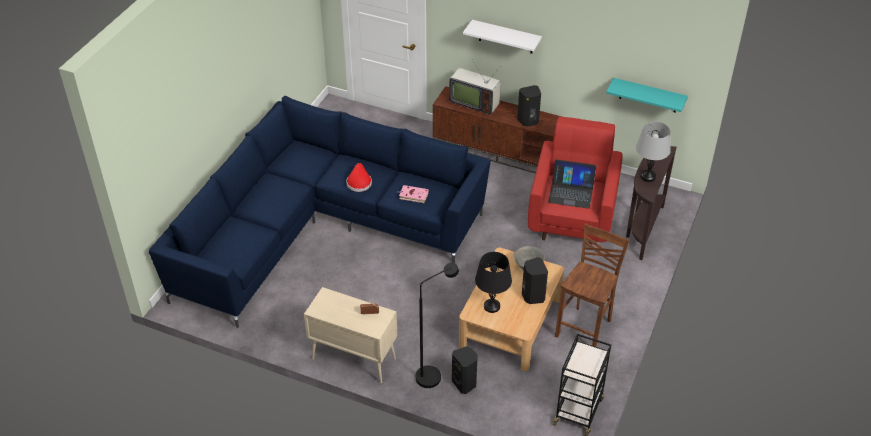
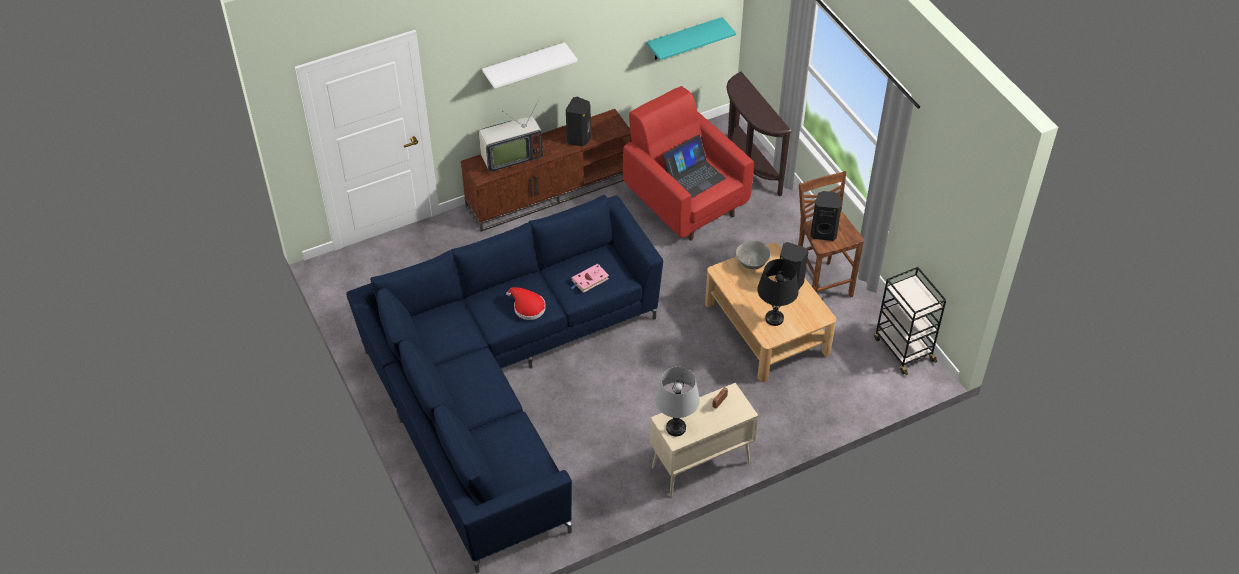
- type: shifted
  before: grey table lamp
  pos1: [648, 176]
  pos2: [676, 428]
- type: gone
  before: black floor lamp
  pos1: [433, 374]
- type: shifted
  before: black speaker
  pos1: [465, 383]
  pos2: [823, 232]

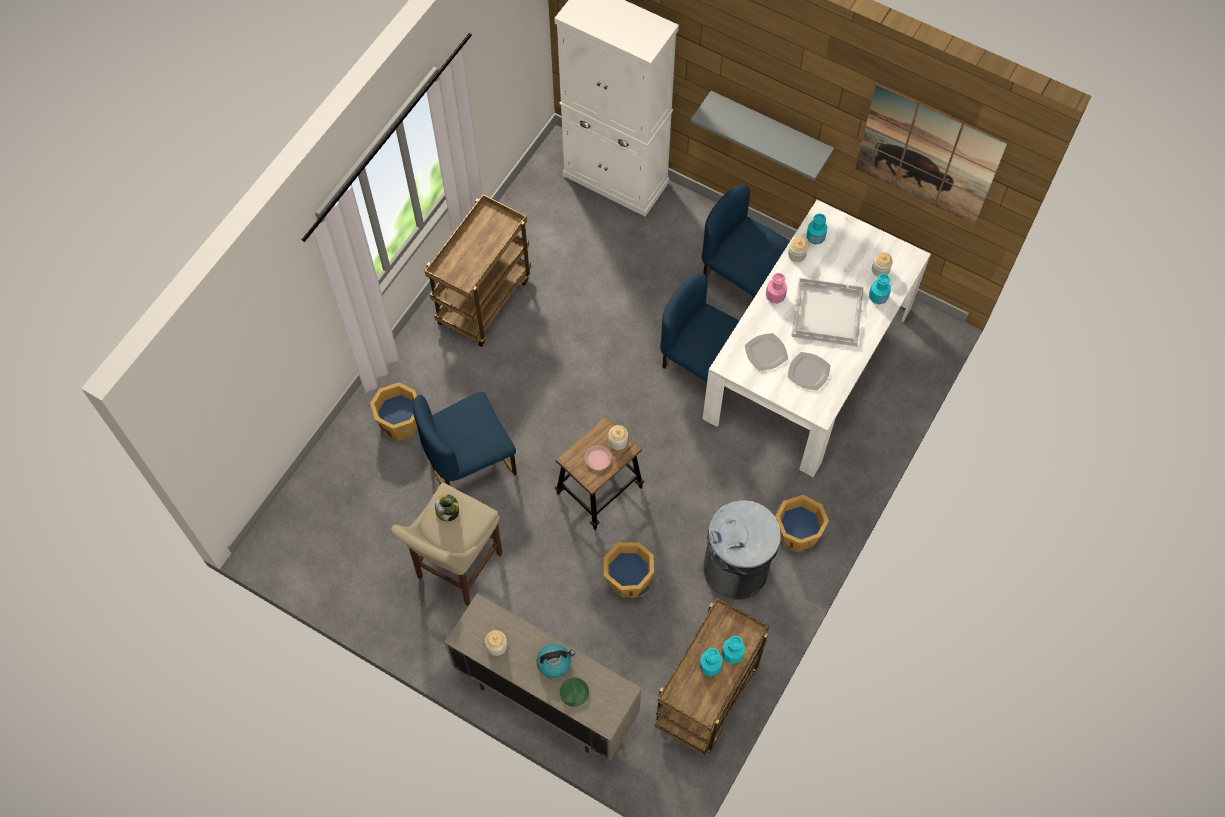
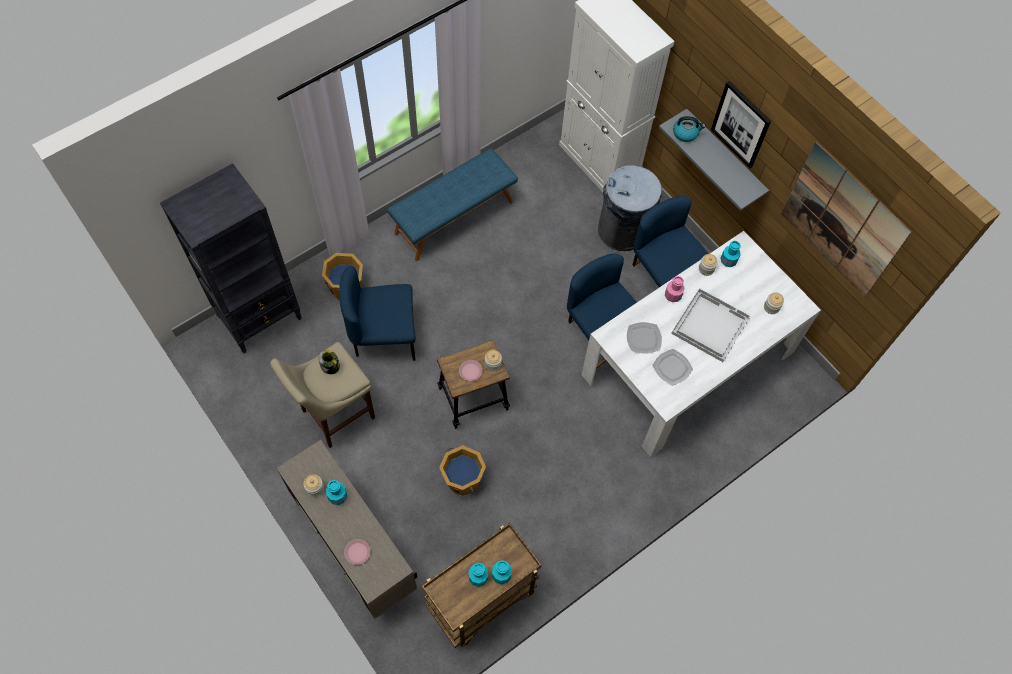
- type: swapped
  before: brown cart
  after: blue bench
  pos1: [484, 299]
  pos2: [453, 217]
- type: shifted
  before: turquoise bottle
  pos1: [878, 297]
  pos2: [337, 496]
- type: gone
  before: orange bucket
  pos1: [796, 534]
- type: shifted
  before: grey trash can
  pos1: [736, 570]
  pos2: [622, 231]
- type: shifted
  before: kettle
  pos1: [554, 662]
  pos2: [686, 133]
- type: repainted
  before: green plate
  after: pink plate
  pos1: [574, 693]
  pos2: [357, 552]
- type: new
  after: picture
  pos2: [741, 124]
- type: new
  after: black bookcase
  pos2: [260, 317]

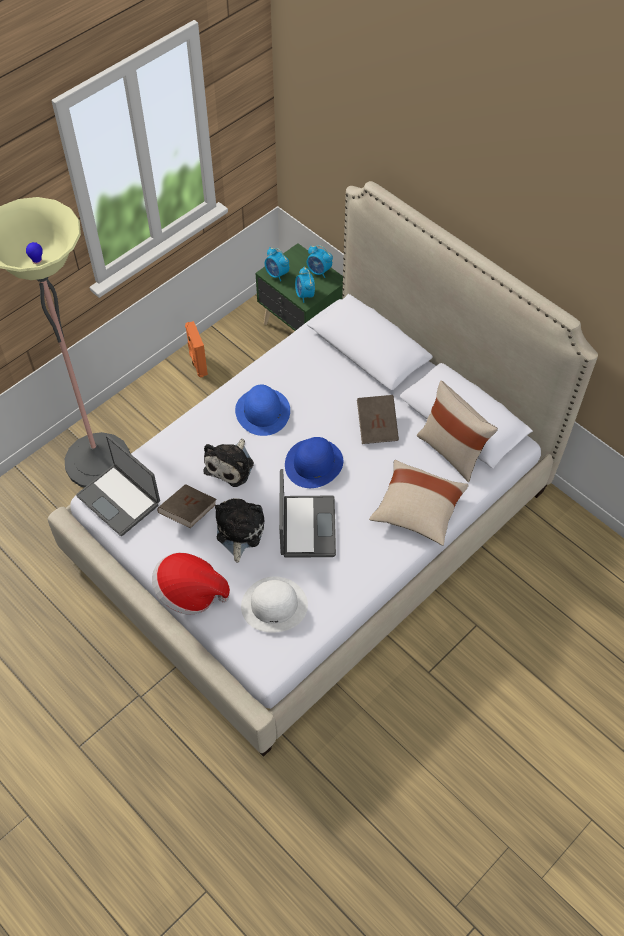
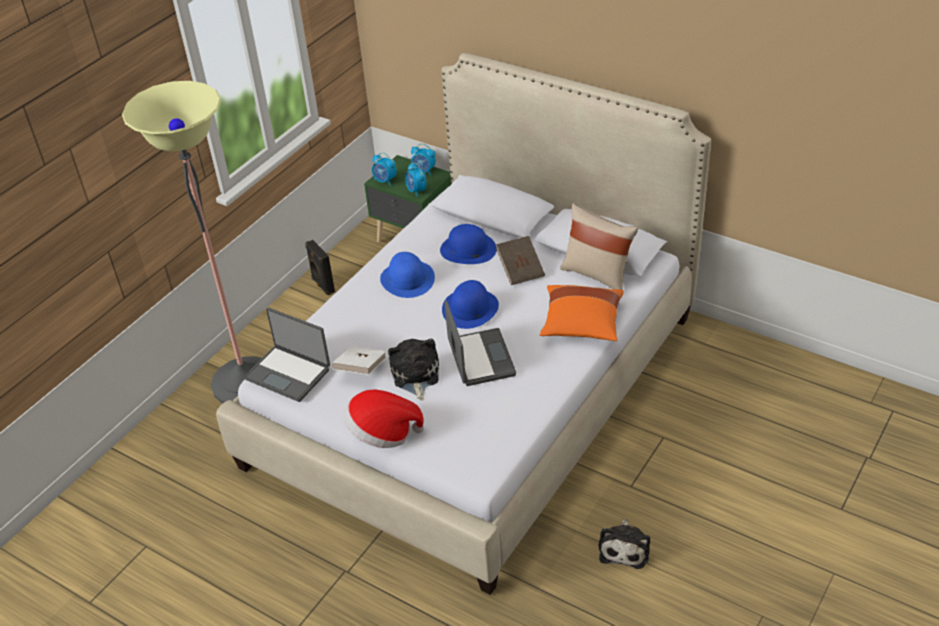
- type: repainted
  before: orange speaker
  after: black speaker
  pos1: [197, 364]
  pos2: [322, 285]
- type: shifted
  before: plush toy
  pos1: [231, 465]
  pos2: [624, 548]
- type: repainted
  before: beige pillow
  after: orange pillow
  pos1: [417, 510]
  pos2: [581, 324]
- type: repainted
  before: brown book
  after: white book
  pos1: [188, 512]
  pos2: [360, 369]
- type: gone
  before: white hat
  pos1: [274, 605]
- type: new
  after: blue hat
  pos2: [468, 249]

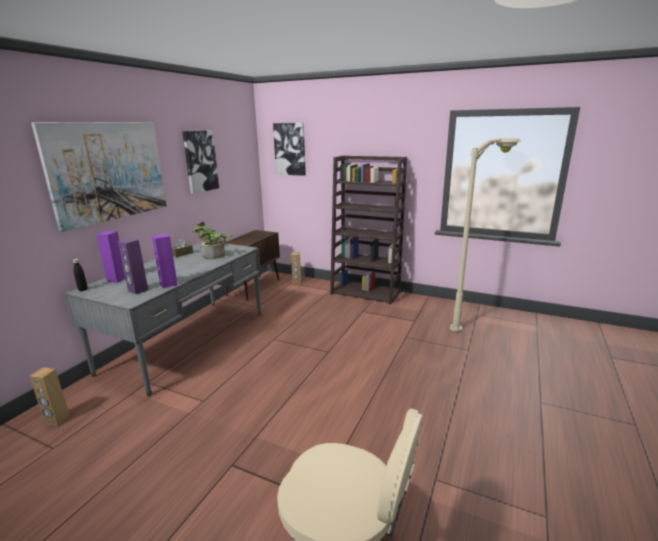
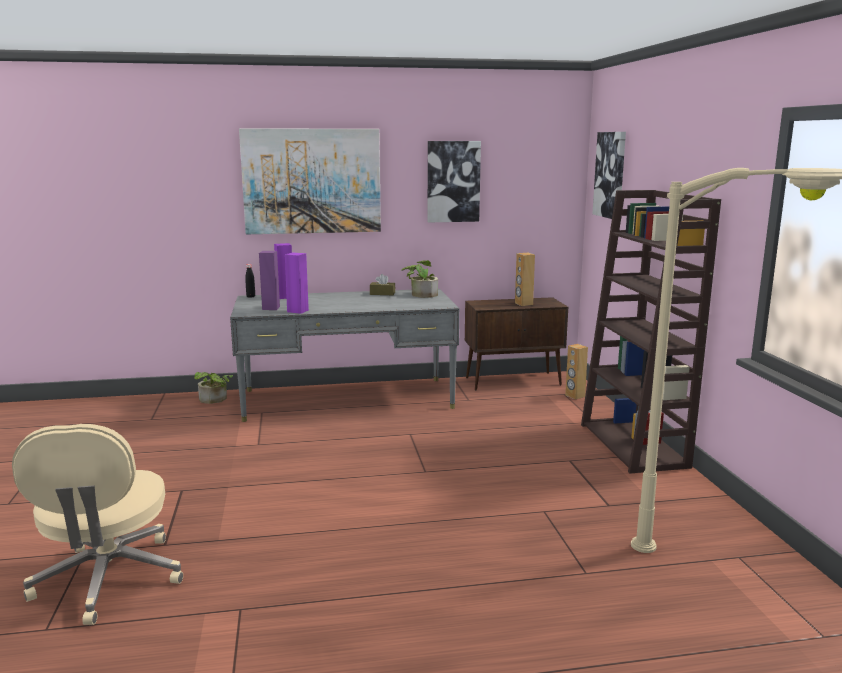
- type: shifted
  before: potted plant
  pos1: [217, 255]
  pos2: [214, 400]
- type: shifted
  before: brown speaker
  pos1: [57, 420]
  pos2: [523, 304]

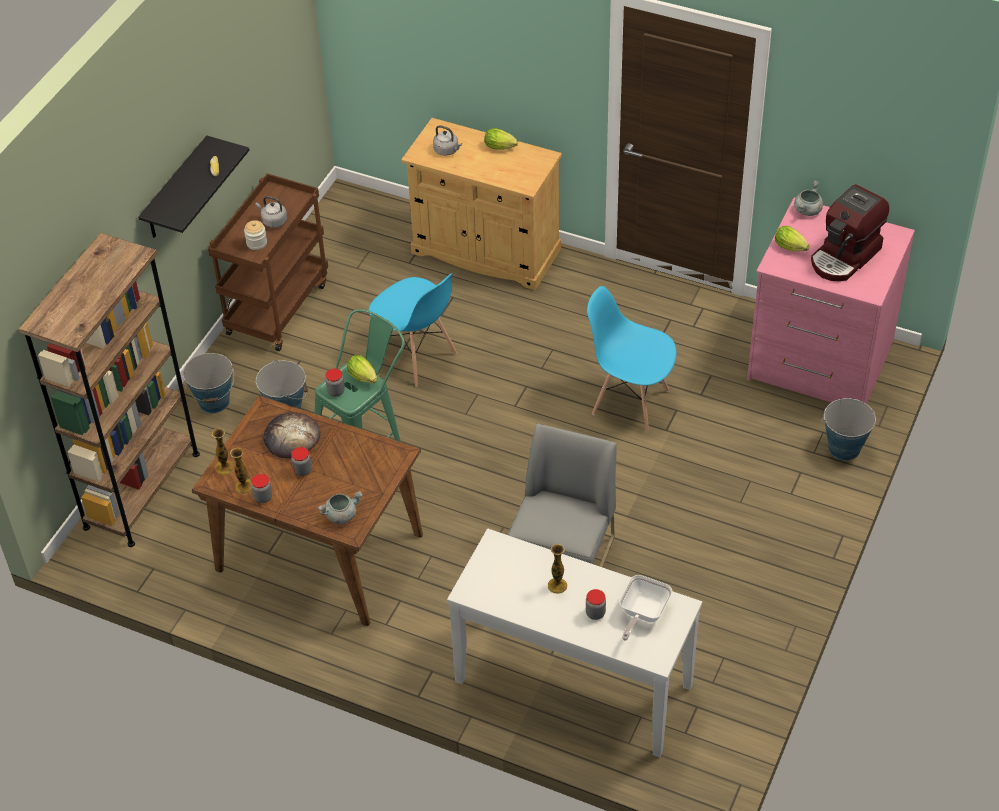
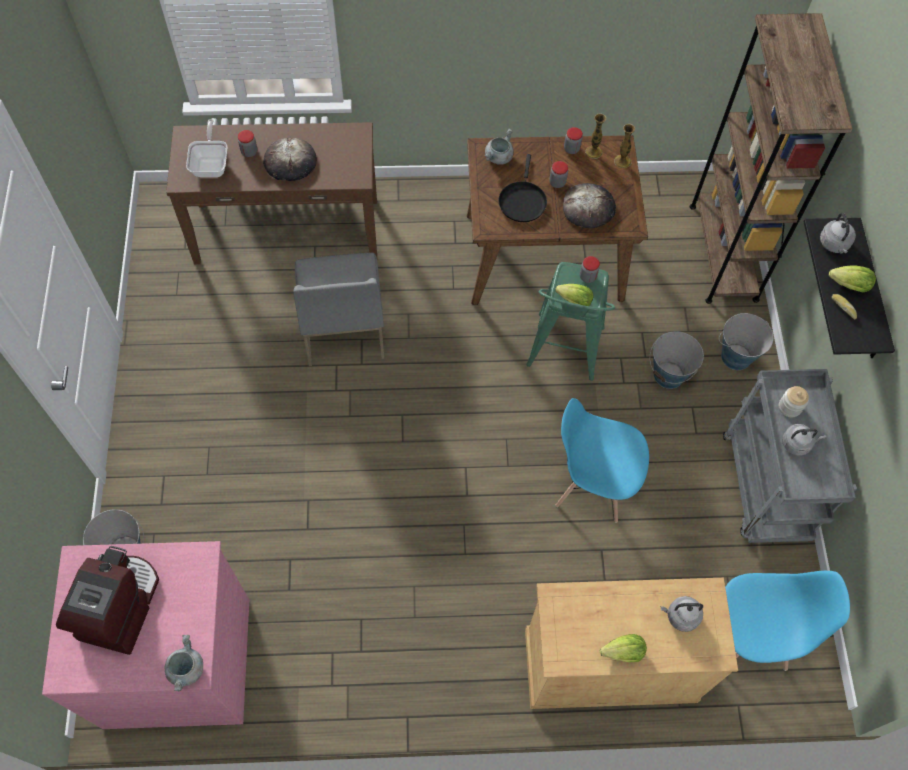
- type: repainted
  before: brown cart
  after: grey cart
  pos1: [277, 307]
  pos2: [766, 488]
- type: shifted
  before: lettuce
  pos1: [792, 248]
  pos2: [846, 285]
- type: shifted
  before: blue chair
  pos1: [630, 401]
  pos2: [749, 637]
- type: repainted
  before: white console table
  after: brown console table
  pos1: [573, 684]
  pos2: [287, 230]
- type: swapped
  before: vase
  after: bread
  pos1: [557, 585]
  pos2: [290, 162]
- type: new
  after: black frying pan
  pos2: [522, 201]
- type: new
  after: grey kettle
  pos2: [834, 244]

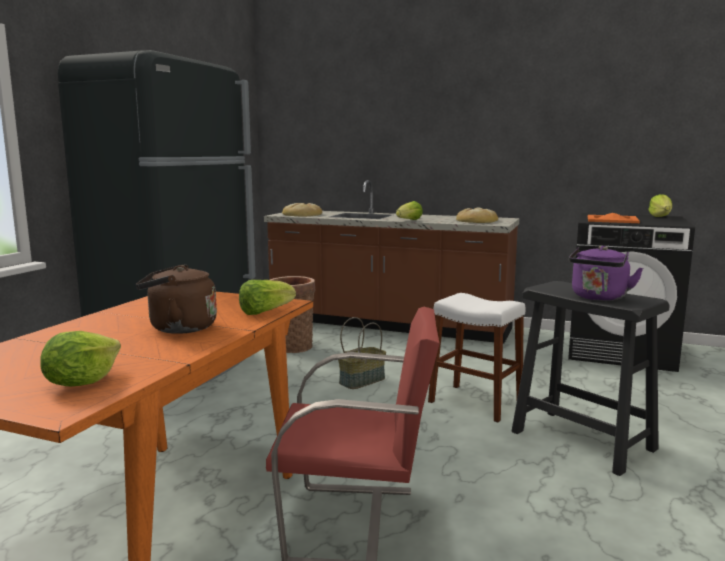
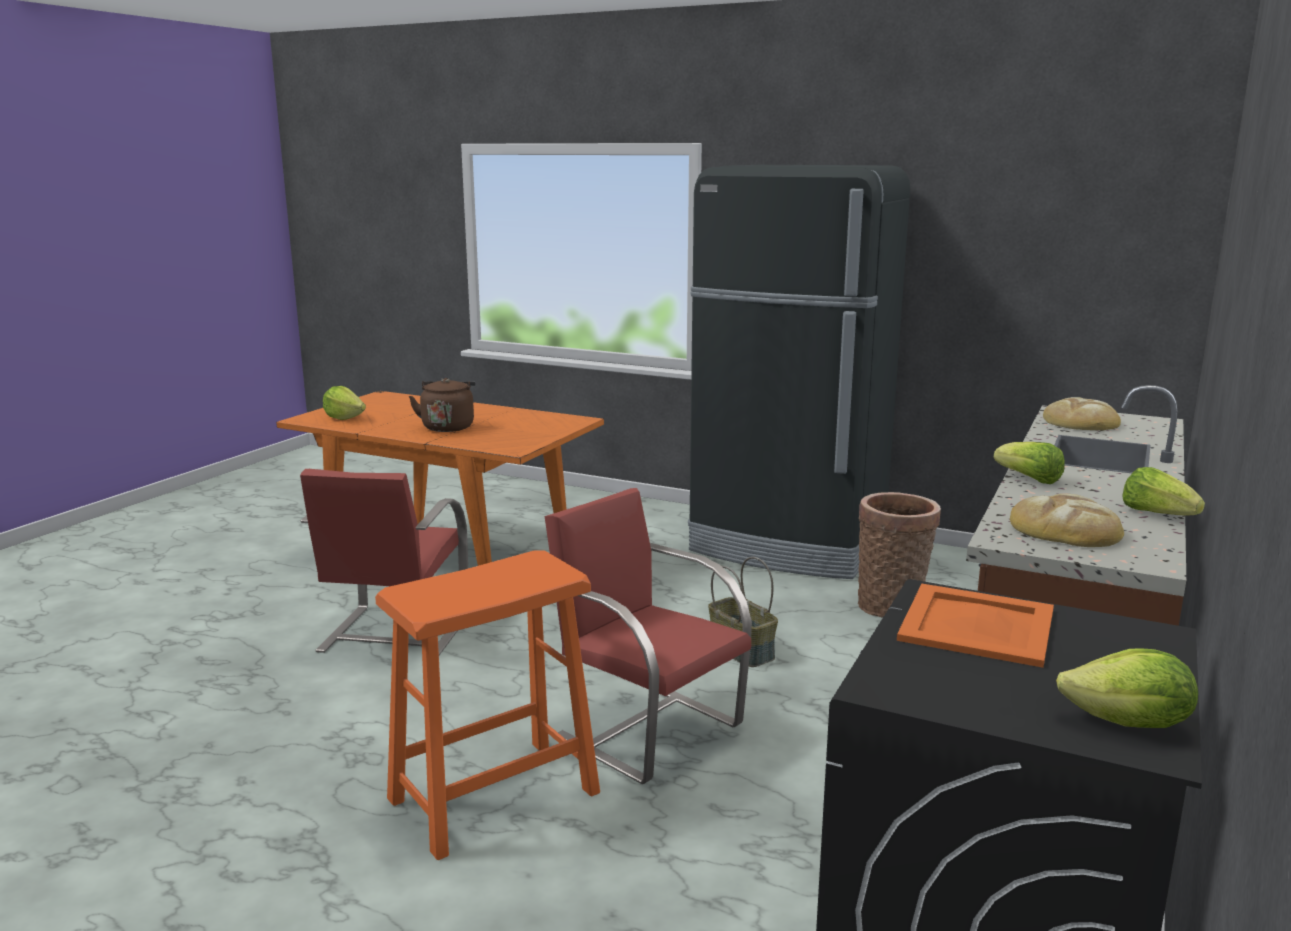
- type: gone
  before: purple kettle
  pos1: [598, 298]
- type: shifted
  before: lettuce
  pos1: [265, 312]
  pos2: [1157, 514]
- type: repainted
  before: black stool
  after: orange stool
  pos1: [583, 441]
  pos2: [492, 796]
- type: swapped
  before: white stool
  after: red chair
  pos1: [475, 403]
  pos2: [647, 729]

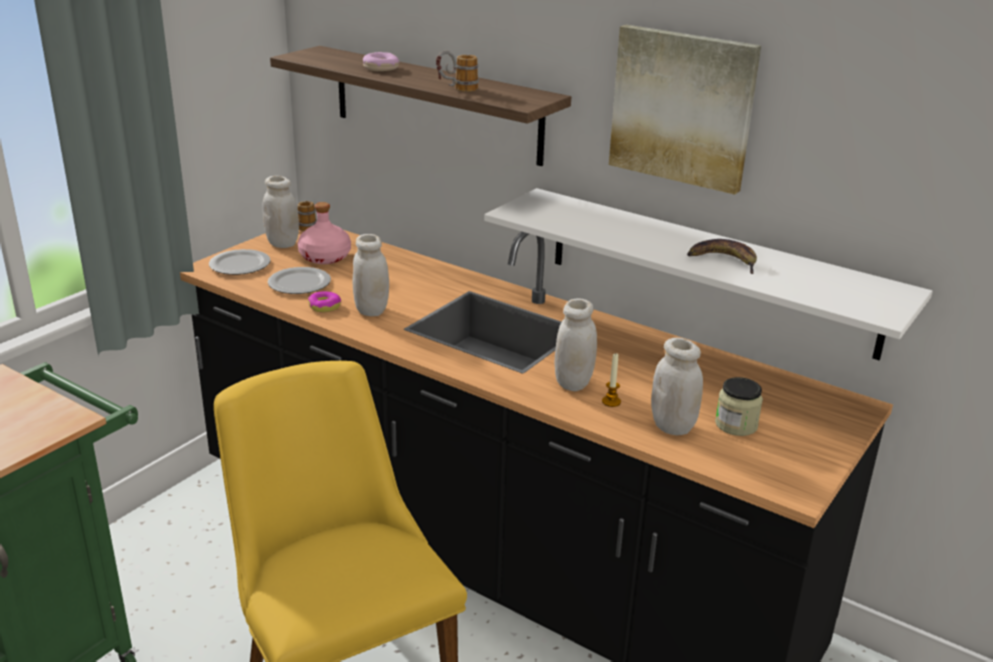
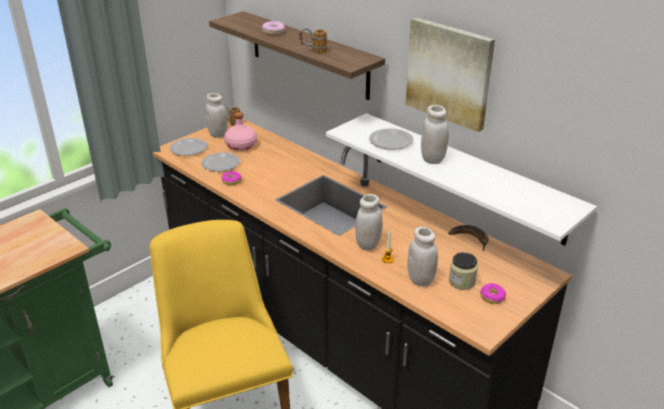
- type: shifted
  before: white jar
  pos1: [371, 310]
  pos2: [432, 159]
- type: shifted
  before: banana
  pos1: [724, 260]
  pos2: [470, 239]
- type: new
  after: plate
  pos2: [391, 141]
- type: new
  after: donut
  pos2: [492, 297]

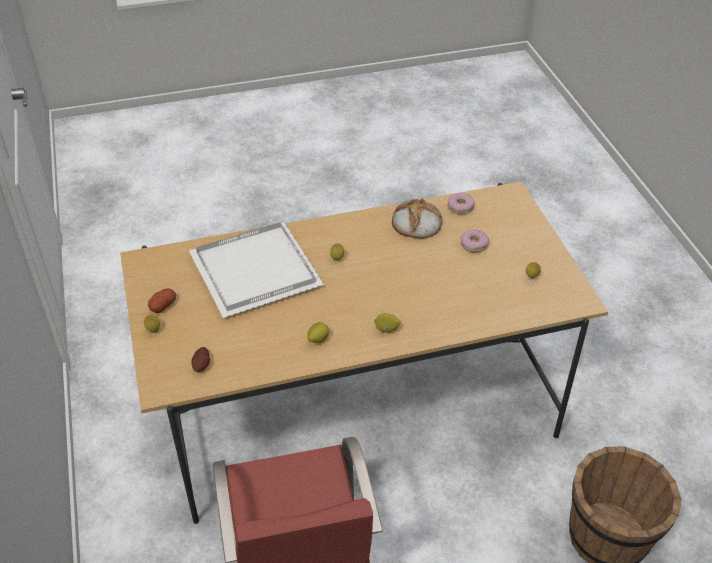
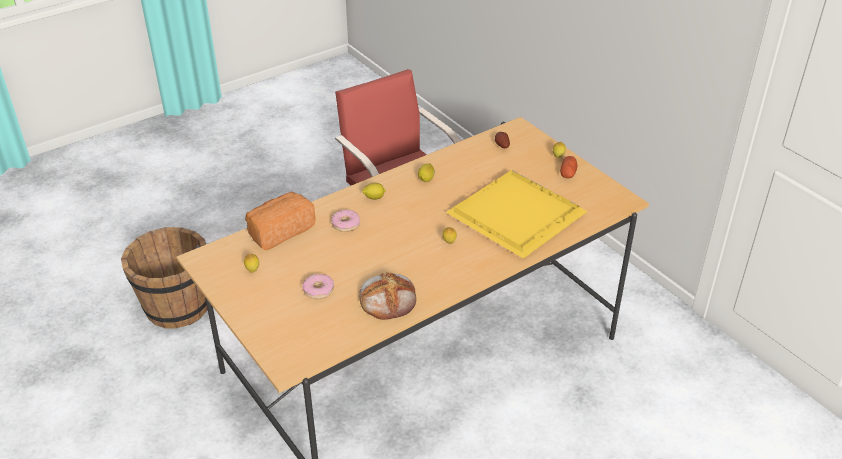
- type: shifted
  before: donut
  pos1: [460, 207]
  pos2: [346, 224]
- type: repainted
  before: white tray
  after: yellow tray
  pos1: [258, 271]
  pos2: [513, 215]
- type: new
  after: bread
  pos2: [279, 231]

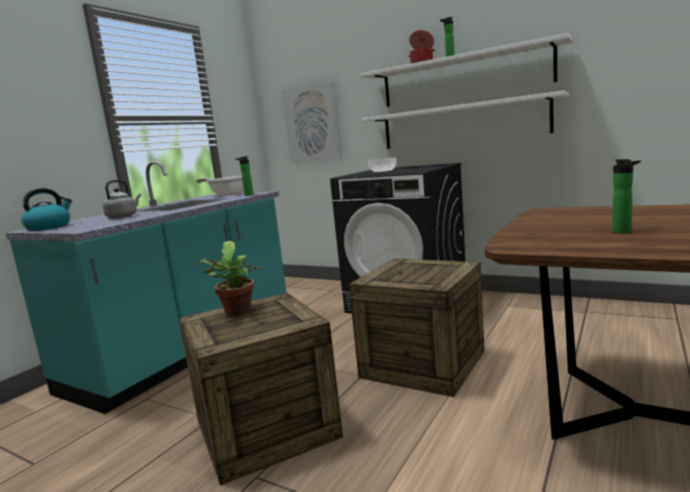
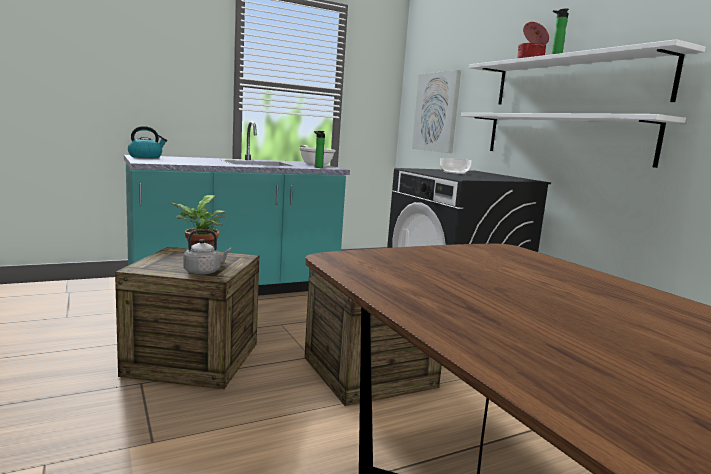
- type: gone
  before: bottle
  pos1: [624, 232]
- type: shifted
  before: grey kettle
  pos1: [123, 216]
  pos2: [204, 272]

